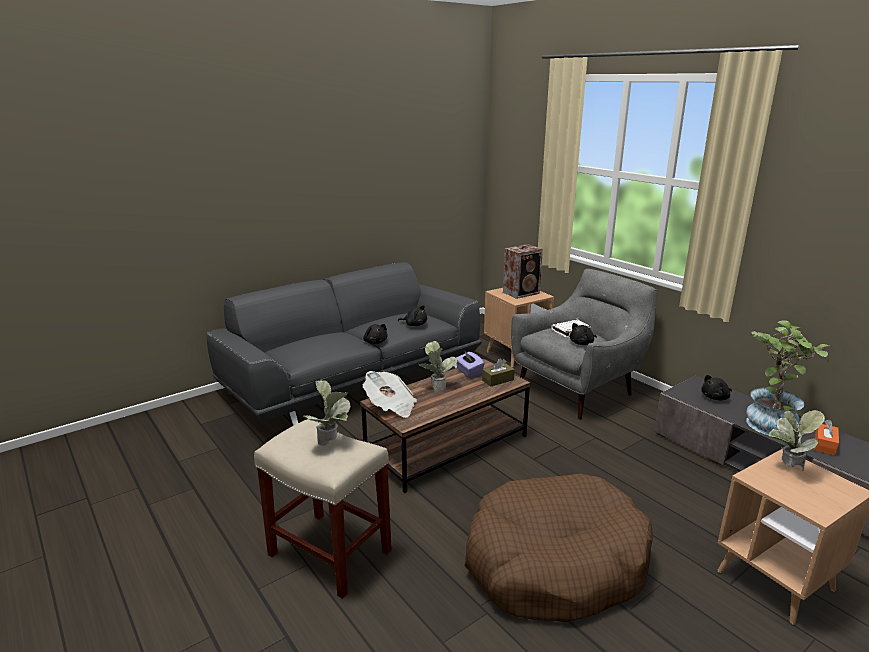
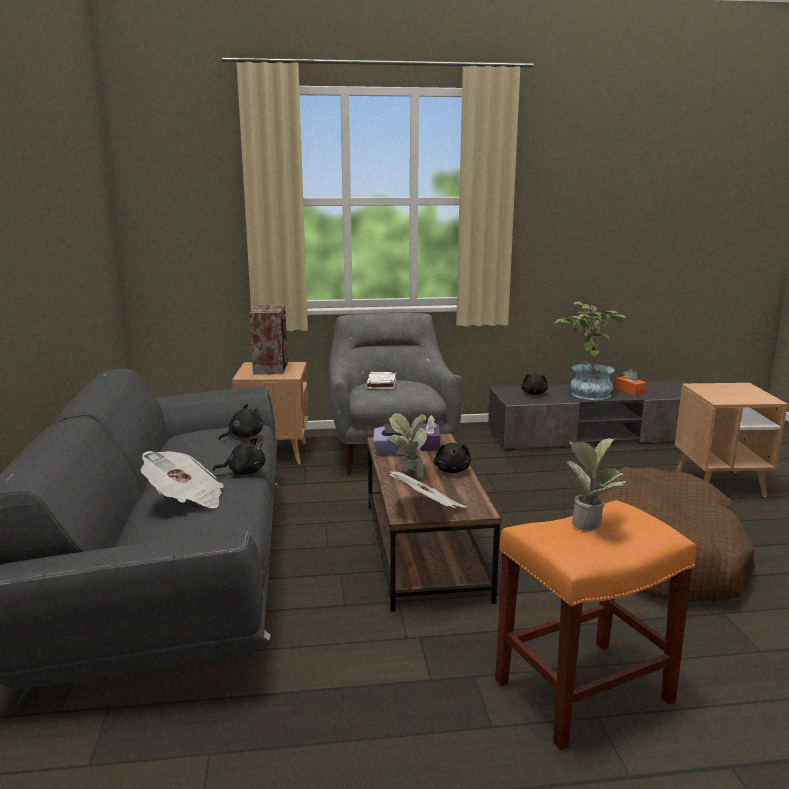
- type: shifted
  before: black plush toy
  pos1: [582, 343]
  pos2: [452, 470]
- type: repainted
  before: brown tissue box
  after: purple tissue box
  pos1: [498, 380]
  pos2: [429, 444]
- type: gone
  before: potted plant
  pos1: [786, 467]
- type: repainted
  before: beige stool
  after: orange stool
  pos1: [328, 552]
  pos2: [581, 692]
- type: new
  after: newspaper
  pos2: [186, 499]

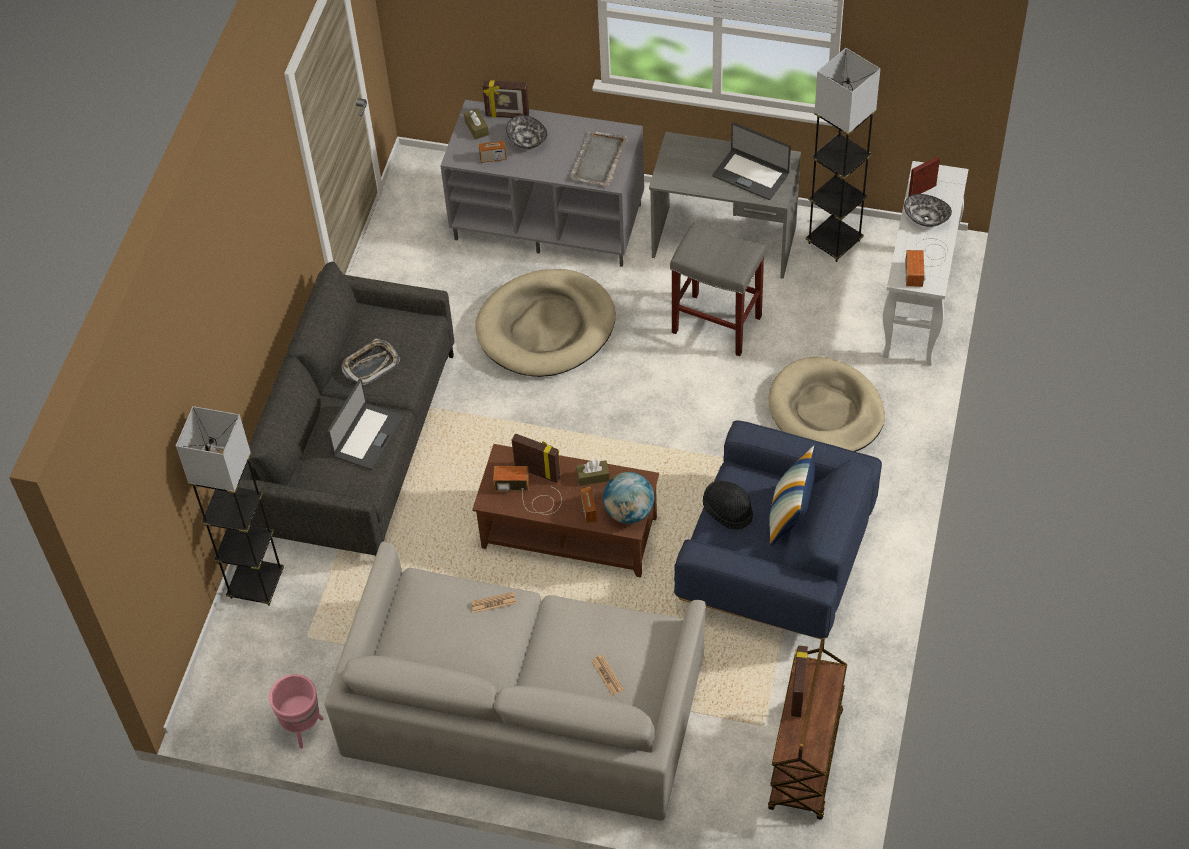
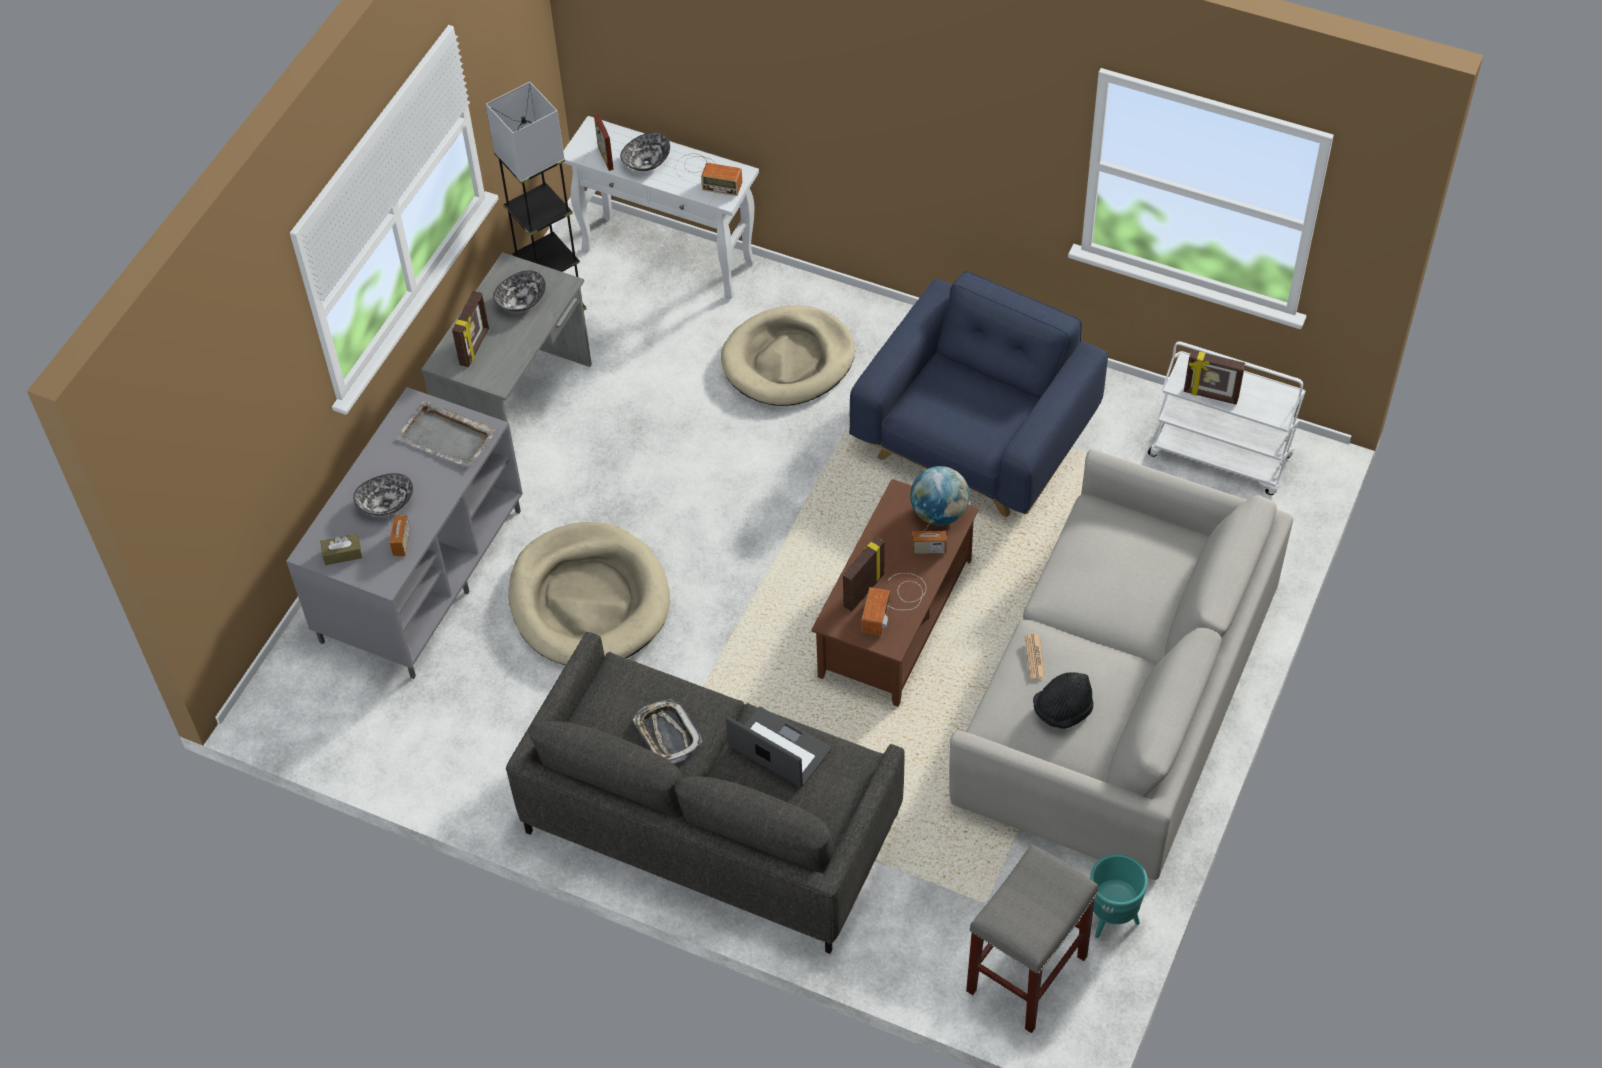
- type: shifted
  before: picture frame
  pos1: [507, 116]
  pos2: [475, 347]
- type: swapped
  before: laptop
  after: bowl
  pos1: [751, 174]
  pos2: [521, 301]
- type: shifted
  before: grey stool
  pos1: [715, 324]
  pos2: [1026, 975]
- type: gone
  before: grey floor lamp
  pos1: [256, 584]
- type: gone
  before: pillow
  pos1: [790, 516]
- type: gone
  before: brown tissue box
  pos1: [593, 476]
- type: shifted
  before: black hat
  pos1: [728, 510]
  pos2: [1062, 710]
- type: repainted
  before: brown cart
  after: white cart
  pos1: [806, 761]
  pos2: [1221, 456]
- type: gone
  before: newspaper
  pos1: [607, 675]
- type: repainted
  before: pink planter
  after: turquoise planter
  pos1: [302, 729]
  pos2: [1112, 919]

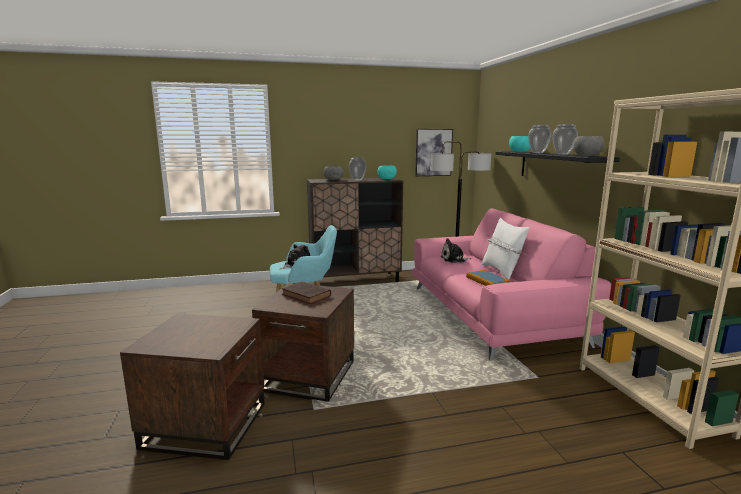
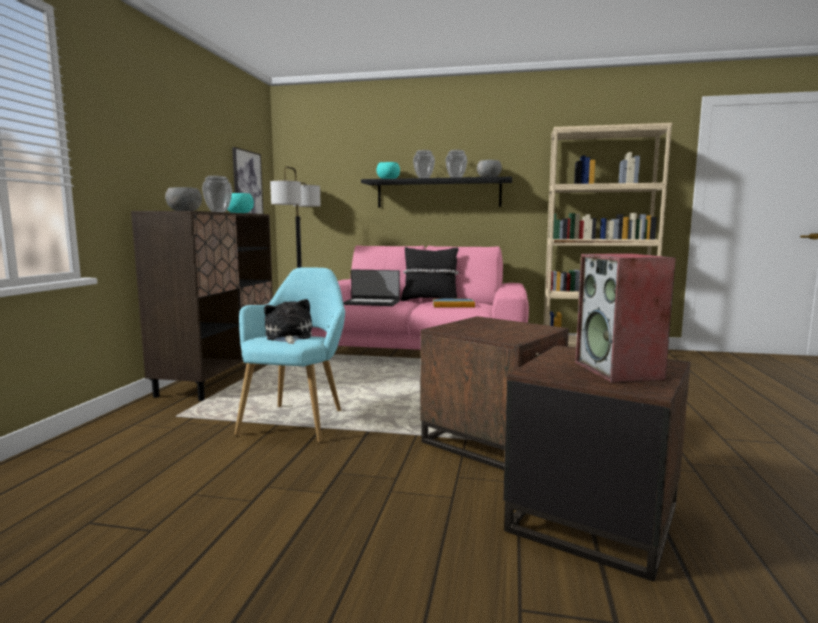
- type: repainted
  before: white pillow
  after: black pillow
  pos1: [501, 271]
  pos2: [429, 300]
- type: swapped
  before: plush toy
  after: laptop
  pos1: [454, 259]
  pos2: [371, 303]
- type: gone
  before: brown book
  pos1: [307, 295]
- type: new
  after: speaker
  pos2: [619, 371]

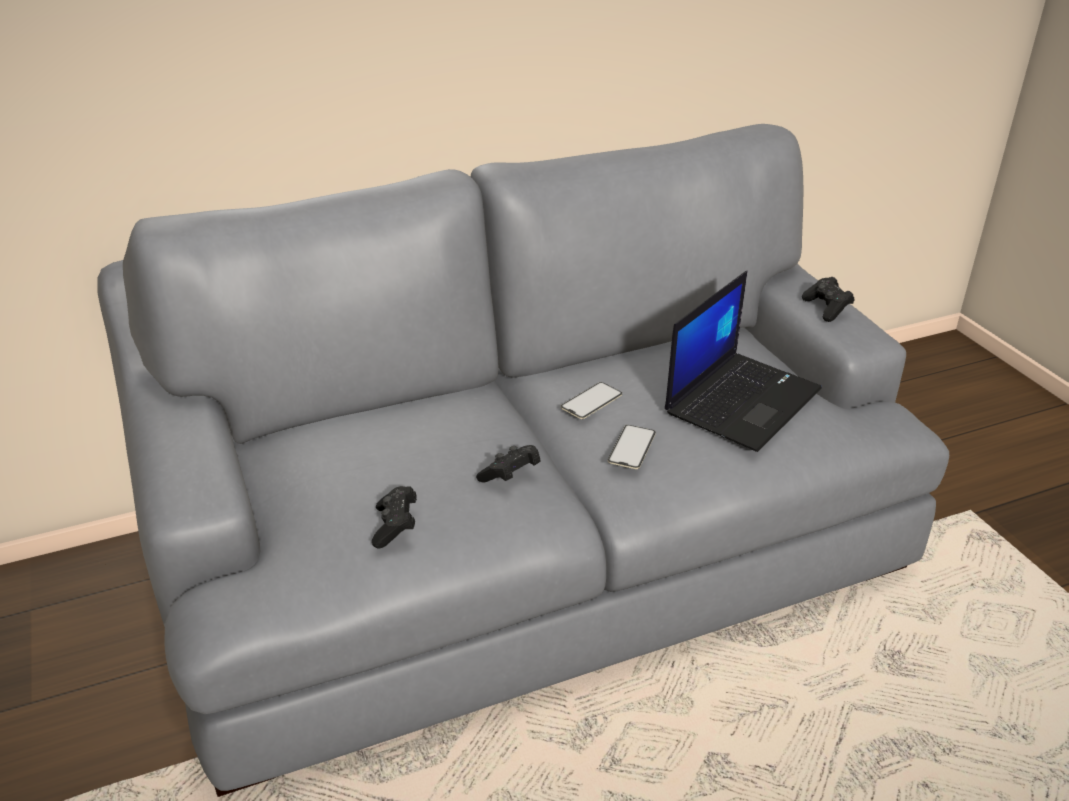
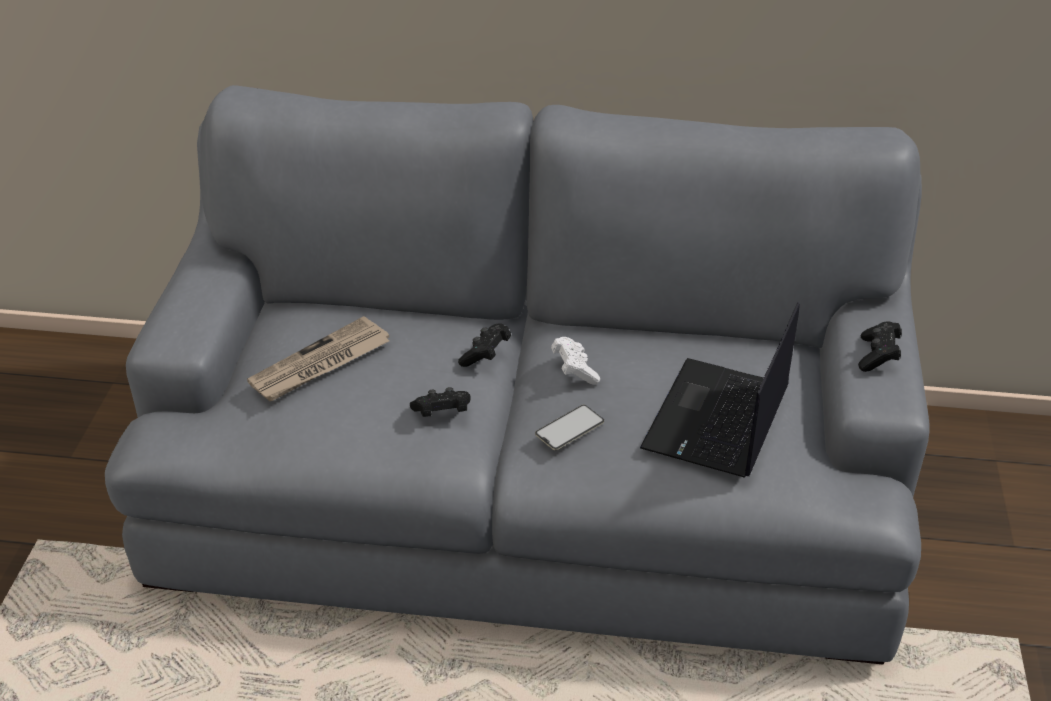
- type: rotated
  before: laptop
  pos1: [742, 400]
  pos2: [717, 421]
  turn: 135
- type: swapped
  before: phone
  after: white game controller
  pos1: [591, 401]
  pos2: [574, 369]
- type: shifted
  before: black game controller
  pos1: [395, 527]
  pos2: [485, 355]
- type: new
  after: newspaper
  pos2: [320, 364]

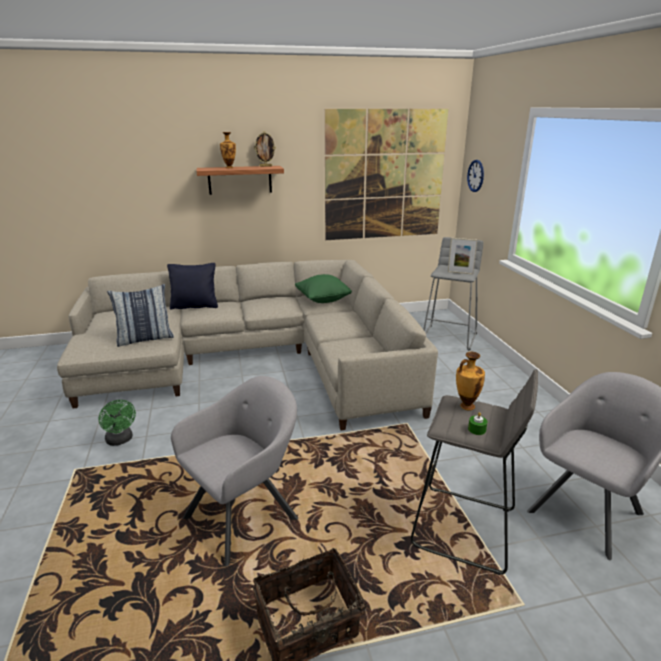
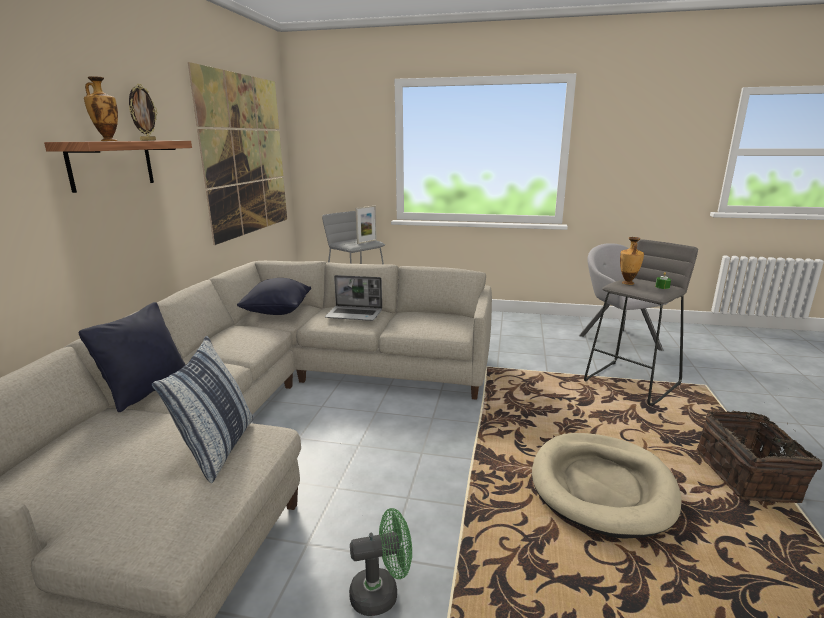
- type: gone
  before: wall clock
  pos1: [475, 176]
- type: repainted
  before: green pillow
  after: black pillow
  pos1: [323, 300]
  pos2: [277, 312]
- type: swapped
  before: grey armchair
  after: beige dog bed
  pos1: [245, 515]
  pos2: [602, 486]
- type: new
  after: laptop
  pos2: [355, 314]

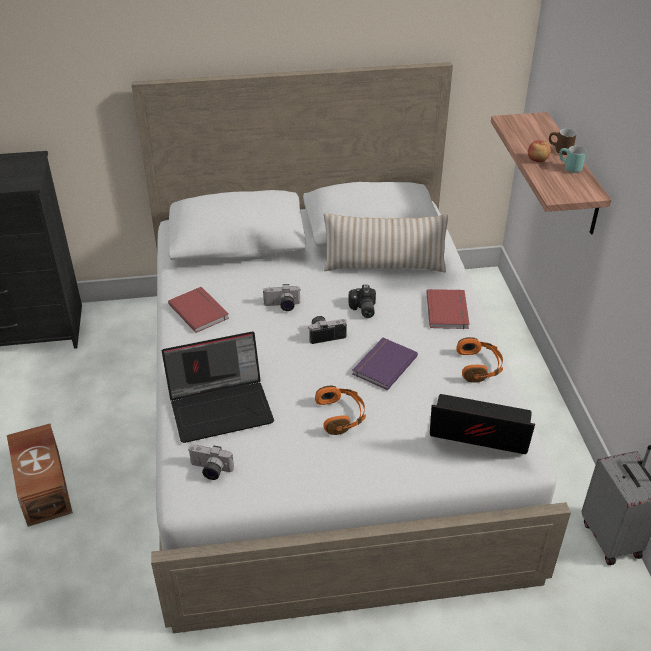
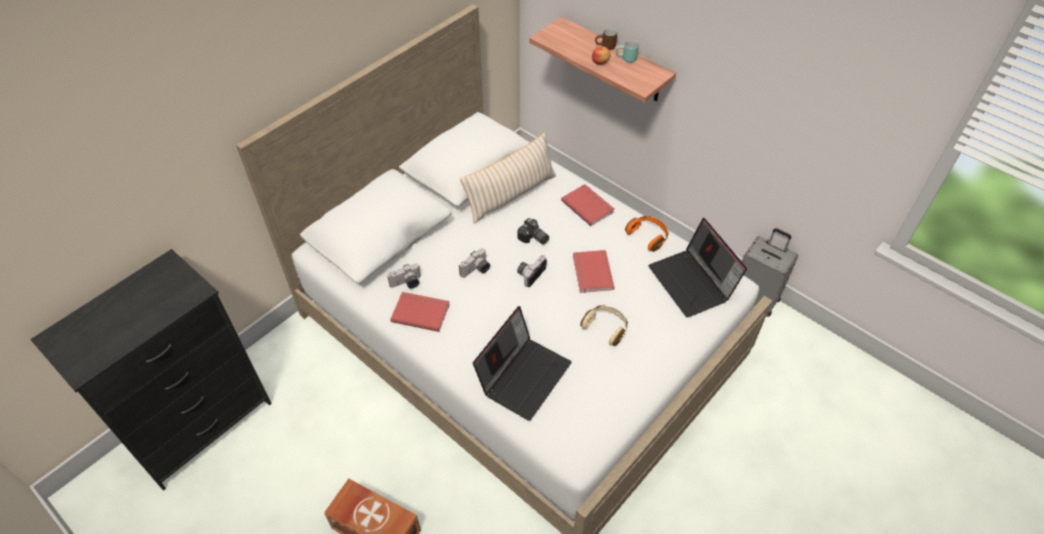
- type: repainted
  before: purple book
  after: red book
  pos1: [383, 365]
  pos2: [591, 273]
- type: repainted
  before: orange headphones
  after: beige headphones
  pos1: [341, 416]
  pos2: [605, 328]
- type: rotated
  before: laptop
  pos1: [478, 431]
  pos2: [693, 283]
  turn: -90
- type: shifted
  before: photo camera
  pos1: [210, 470]
  pos2: [407, 284]

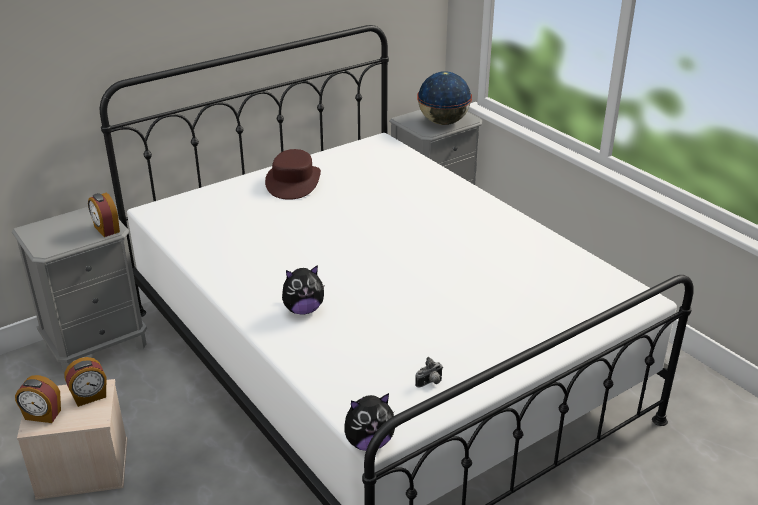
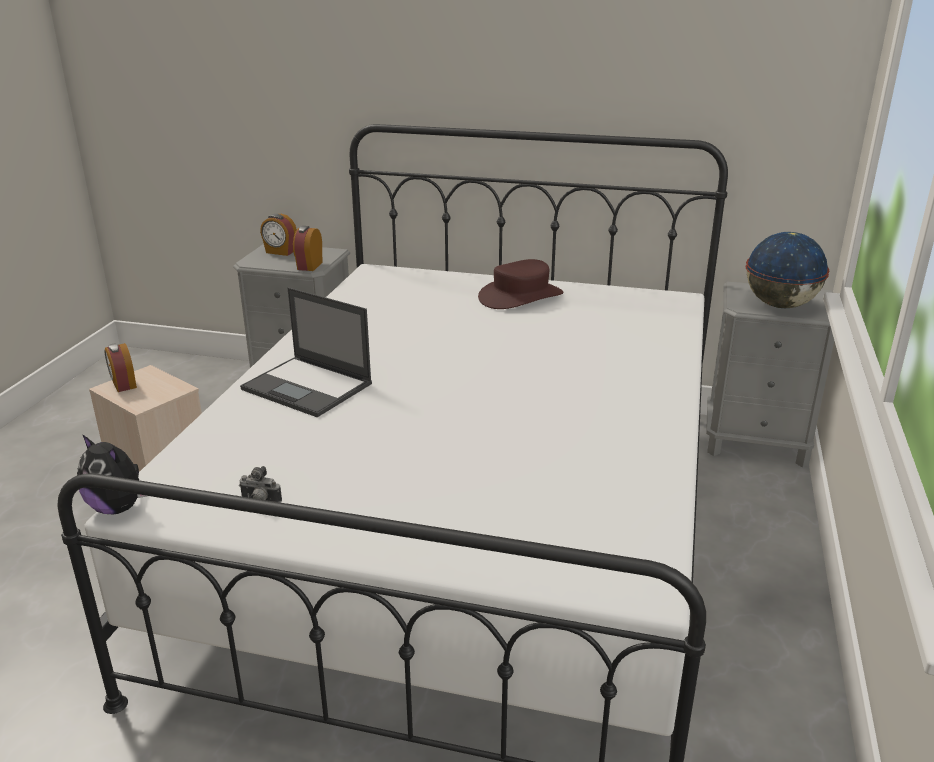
- type: swapped
  before: plush toy
  after: laptop
  pos1: [303, 310]
  pos2: [308, 387]
- type: shifted
  before: alarm clock
  pos1: [90, 397]
  pos2: [280, 252]

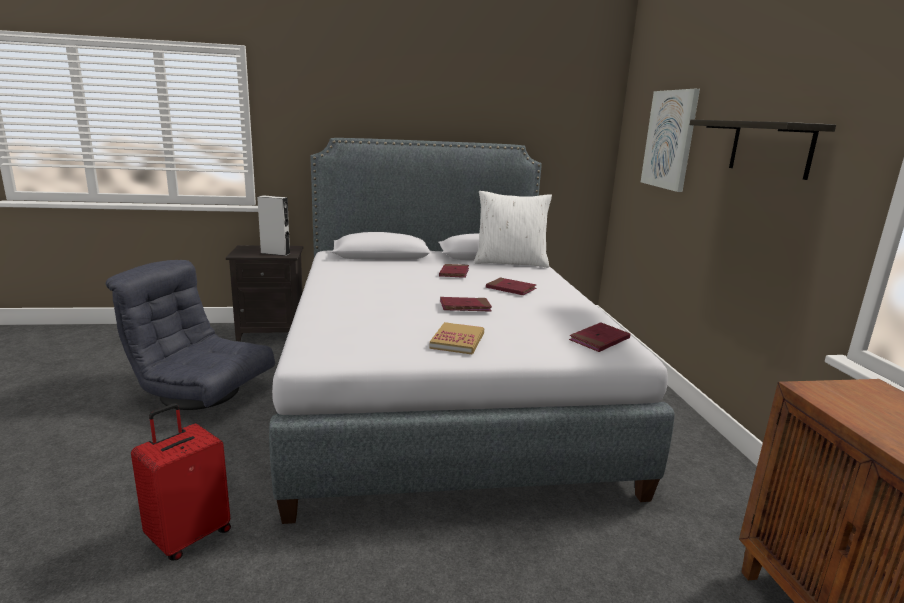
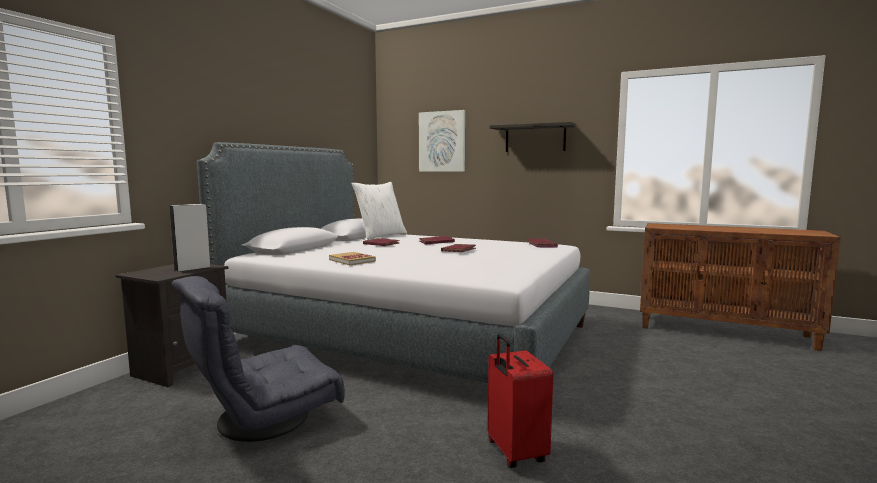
- type: shifted
  before: book
  pos1: [457, 341]
  pos2: [352, 260]

